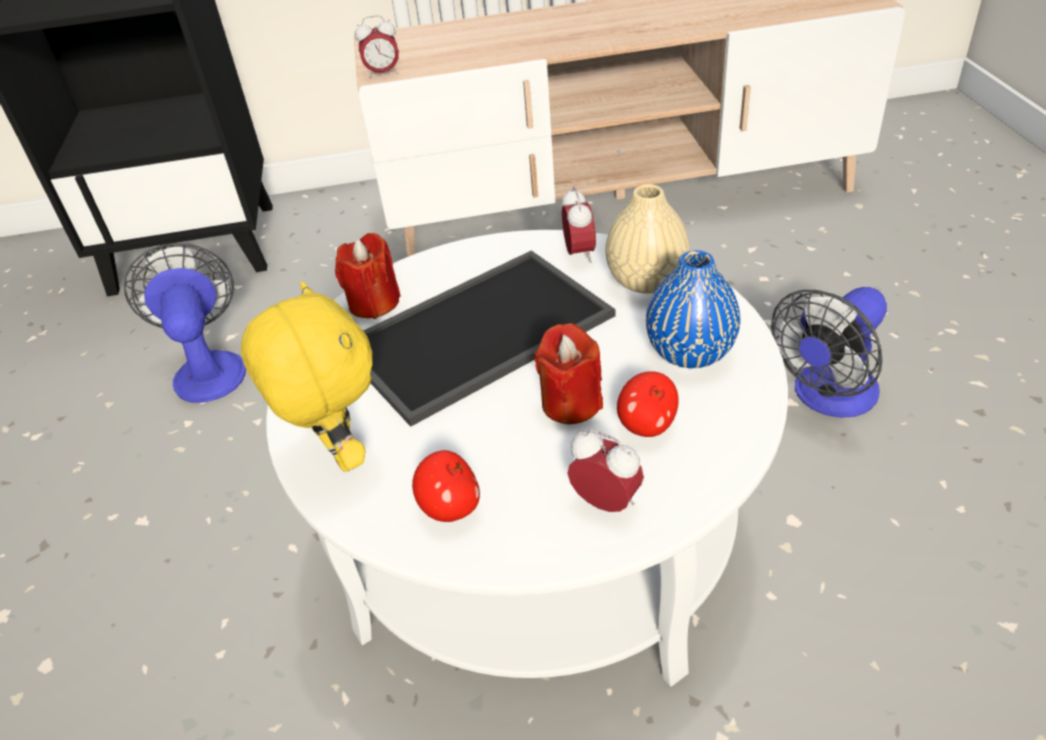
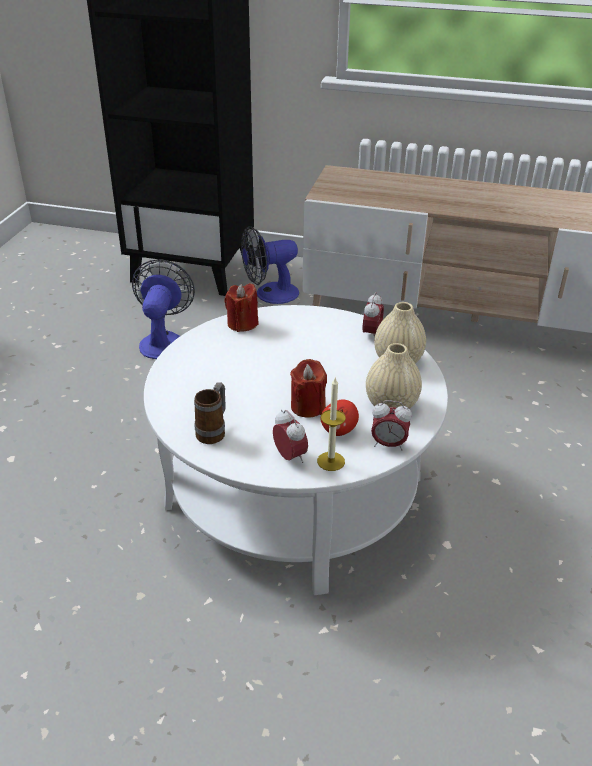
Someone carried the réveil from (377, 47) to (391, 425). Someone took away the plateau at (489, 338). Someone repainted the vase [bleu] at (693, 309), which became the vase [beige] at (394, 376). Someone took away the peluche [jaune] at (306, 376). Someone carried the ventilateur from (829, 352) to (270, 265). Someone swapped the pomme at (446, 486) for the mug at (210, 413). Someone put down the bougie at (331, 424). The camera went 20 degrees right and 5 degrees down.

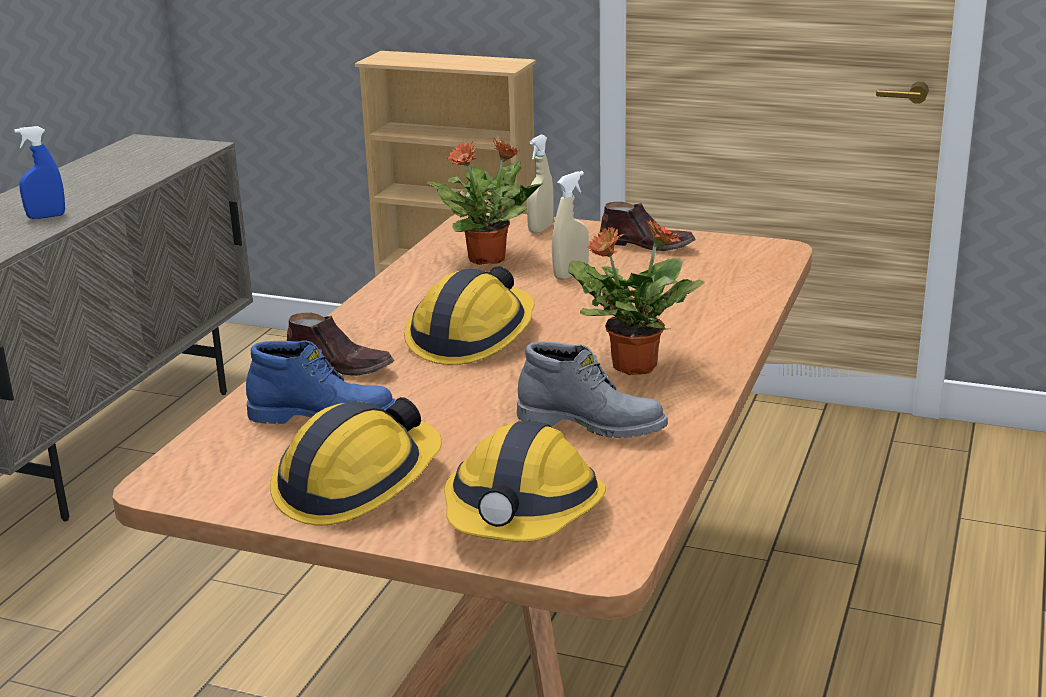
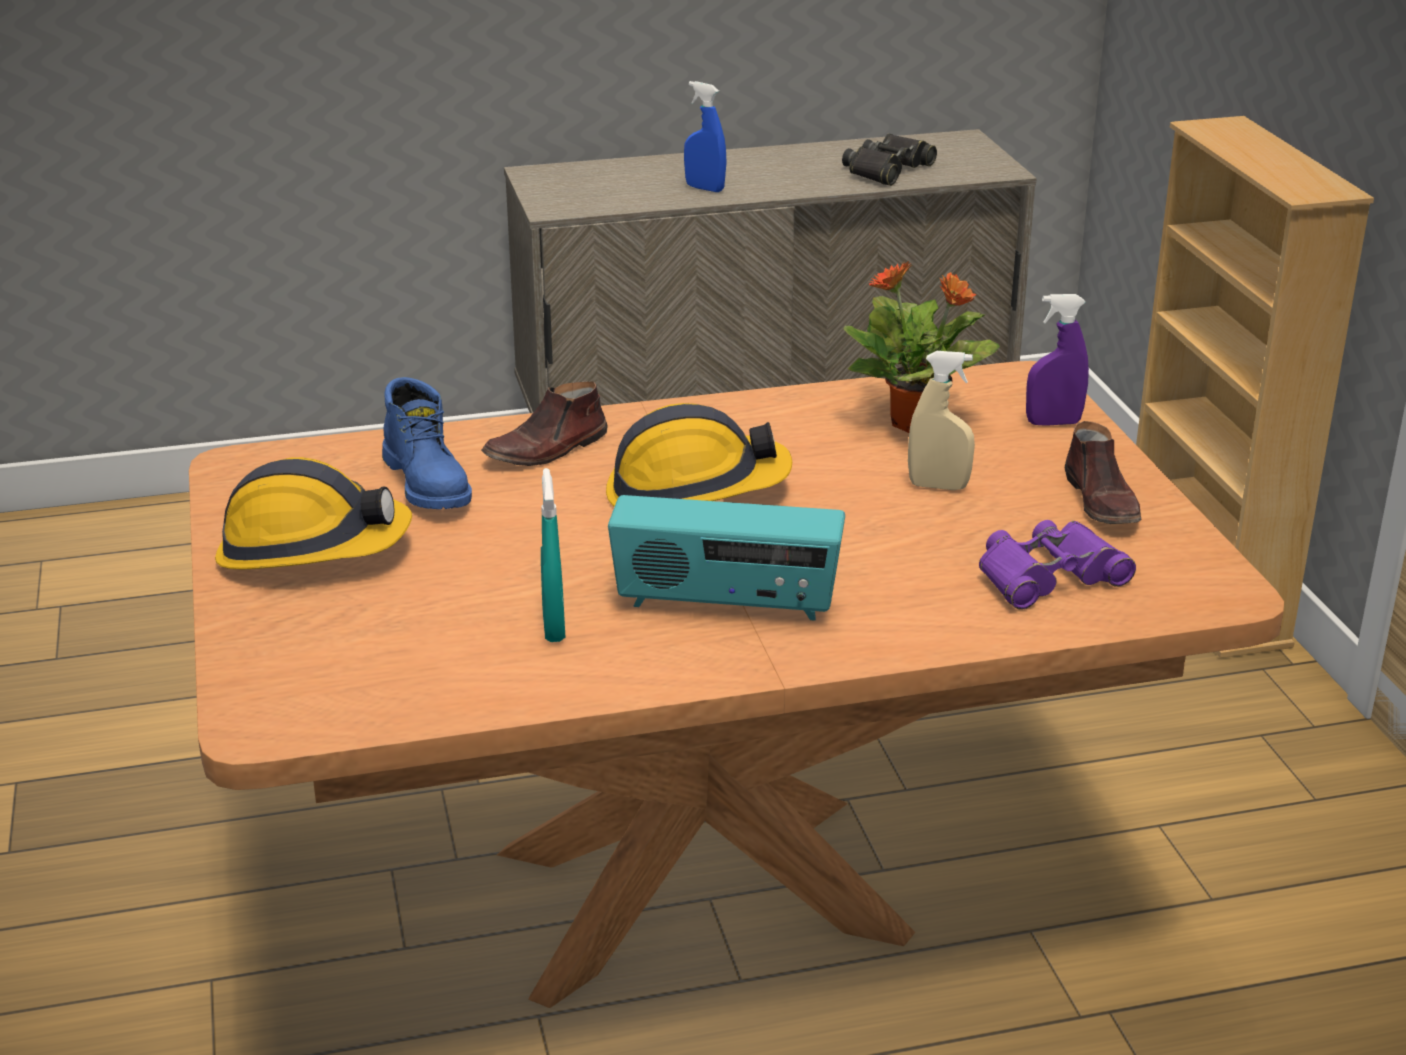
Someone repainted the vaporisateur [beige] at (540, 184), which became the vaporisateur [violet] at (1057, 360). Someone swapped the plante en pot at (636, 296) for the radio at (726, 558). Someone rotated the chaussure [marron] at (340, 344) by 60 degrees clockwise. Someone swapped the botte [gris] at (592, 390) for the vaporisateur [turquoise] at (553, 555). Someone took away the casque de chantier at (525, 481). Someone put down the jumelles [noir] at (889, 159). Someone put down the jumelles [violet] at (1057, 565). The camera went 55 degrees right and 5 degrees up.

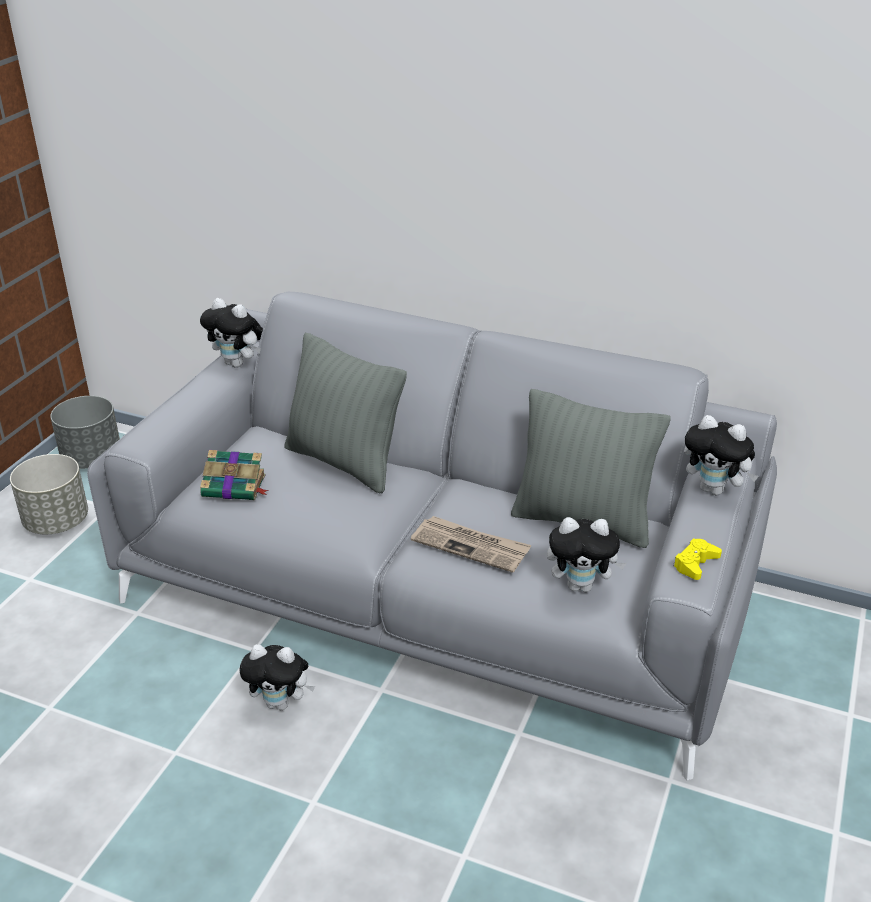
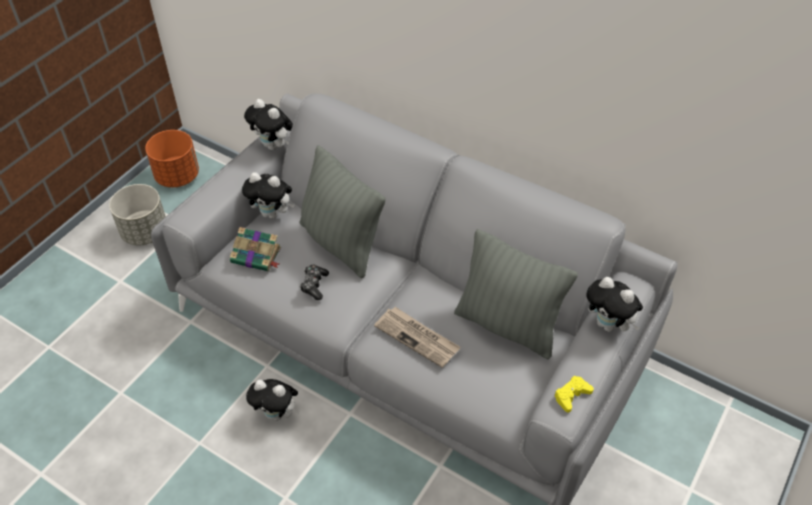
Someone repainted the cache-pot [gris] at (85, 432), which became the cache-pot [orange] at (172, 159). Someone carried the peluche from (587, 554) to (268, 195). Someone put down the manette at (314, 282). The camera went 10 degrees right and 15 degrees up.

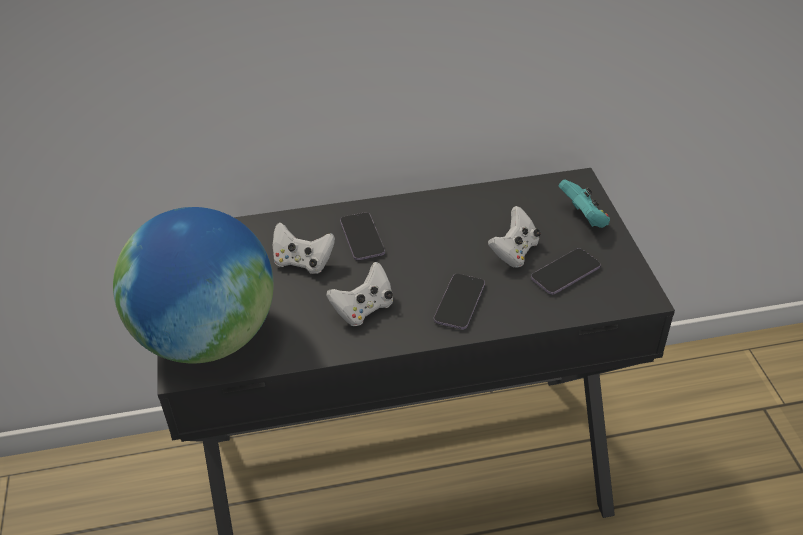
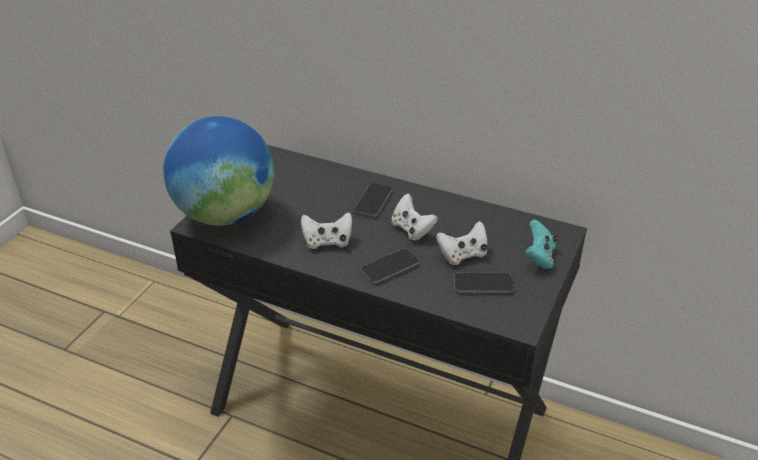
Someone carried the manette [blanc] from (303, 248) to (415, 217). The camera went 35 degrees right and 5 degrees down.

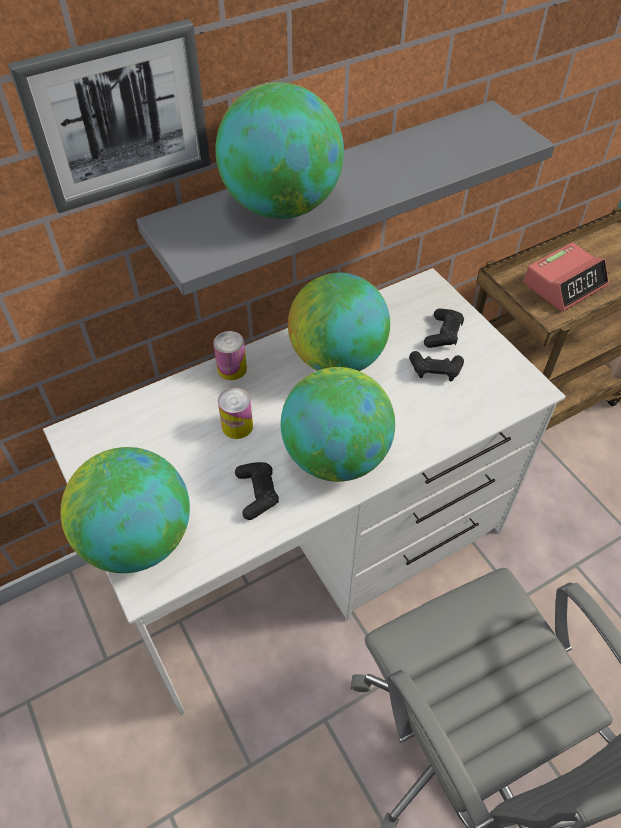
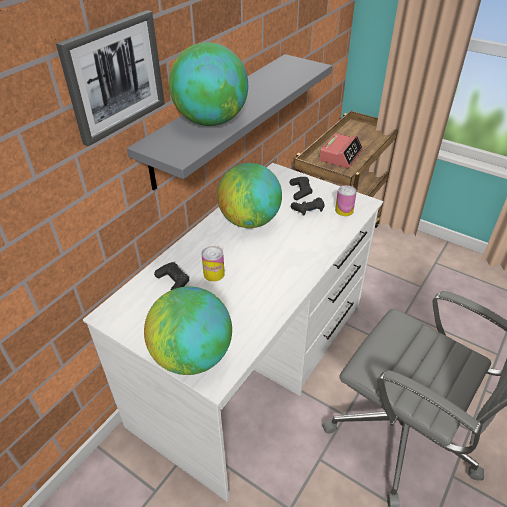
Someone carried the boîte métallique from (230, 355) to (346, 200). Someone took away the globe at (338, 424). Someone carried the manette [noir] from (257, 491) to (171, 276). The camera went 25 degrees left and 10 degrees down.

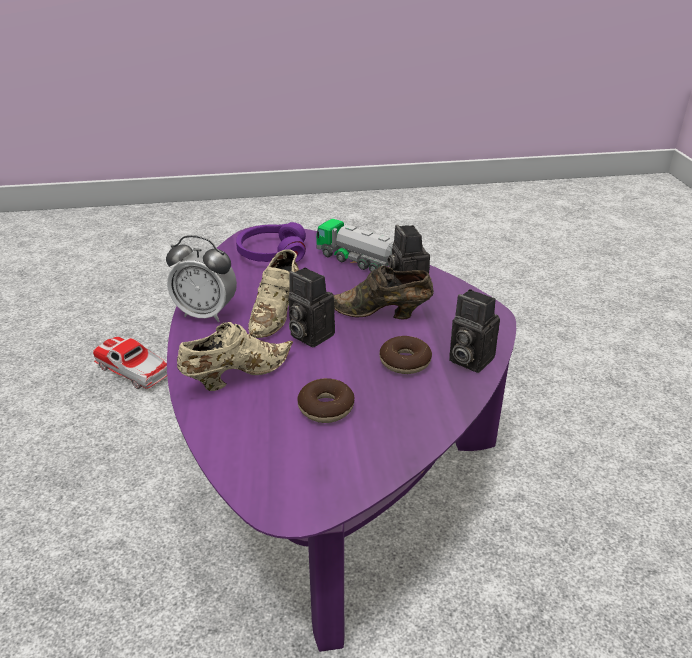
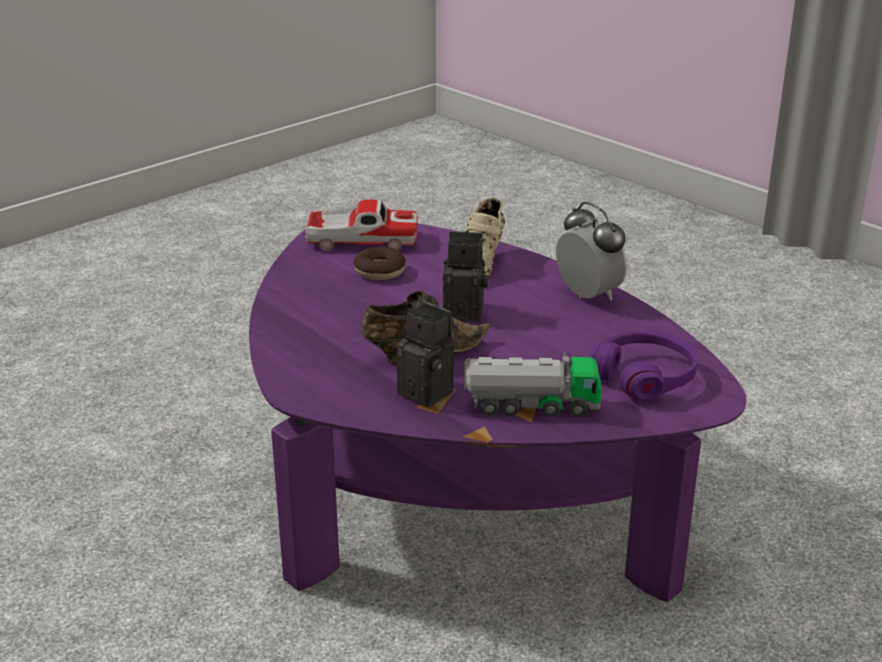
Someone rotated the réveil at (201, 278) by 75 degrees clockwise. Someone took away the chaussure [beige] at (273, 293). Someone took away the appareil photo at (474, 331). Someone took away the beignet at (405, 355). Someone carried the petite voiture from (130, 363) to (361, 225). The camera went 145 degrees right and 5 degrees down.

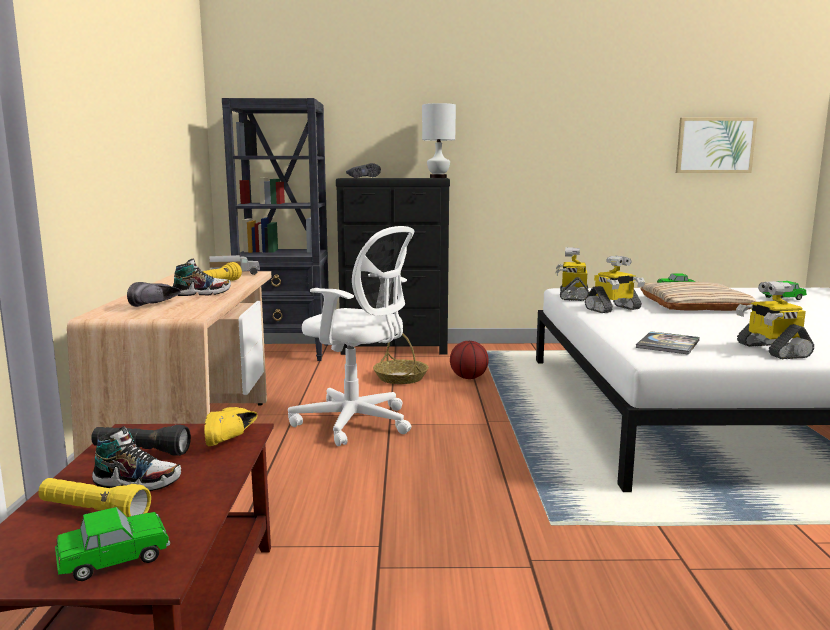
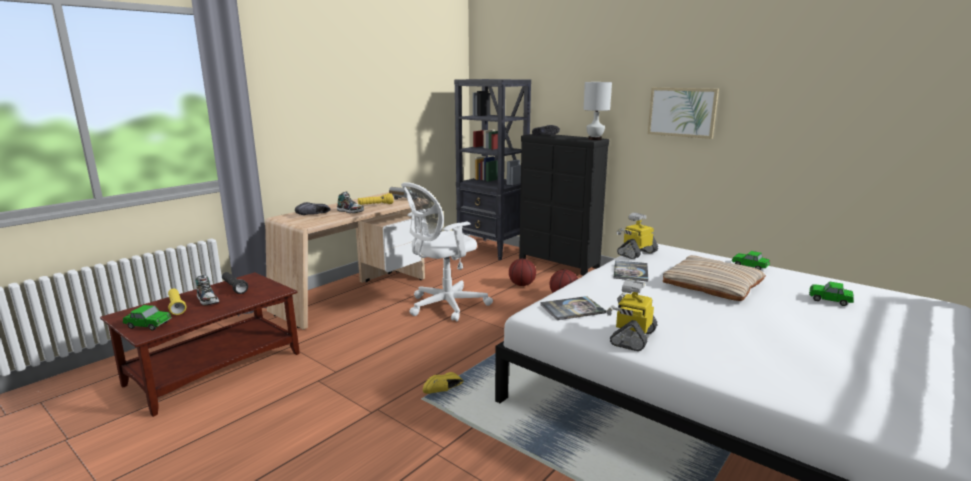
Someone carried the tableau from (716, 145) to (683, 113). Someone rotated the chaise de bureau [blanc] at (351, 336) by 75 degrees clockwise. Someone swapped the robot jouet at (615, 284) for the livre at (631, 271). Someone swapped the panier at (400, 359) for the ballon de basket at (522, 272). Someone carried the chaussure [jaune] from (230, 426) to (443, 383). The camera went 40 degrees right and 5 degrees up.

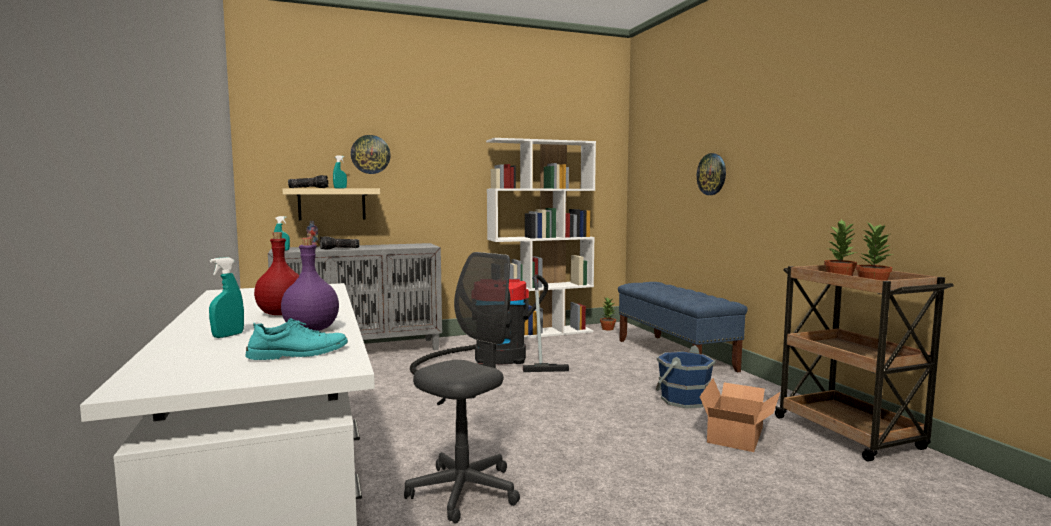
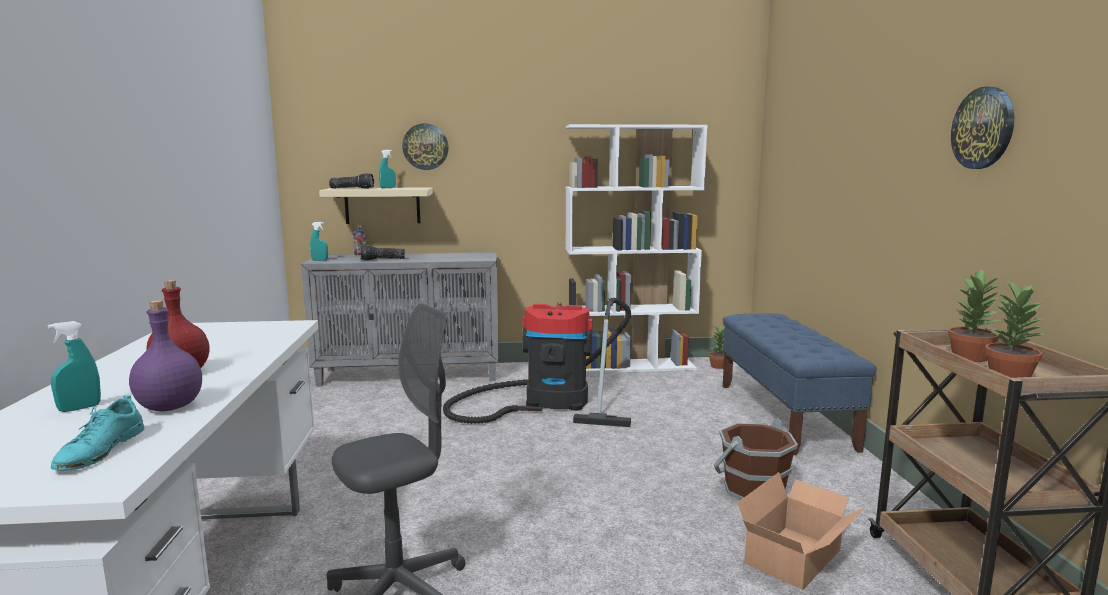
Someone carried the horloge murale from (711, 174) to (982, 128). Someone rotated the chaussure [turquoise] at (296, 339) by 105 degrees clockwise. Someone repainted the seau [bleu] at (685, 377), which became the seau [marron] at (756, 459). The camera went 15 degrees right and 5 degrees up.

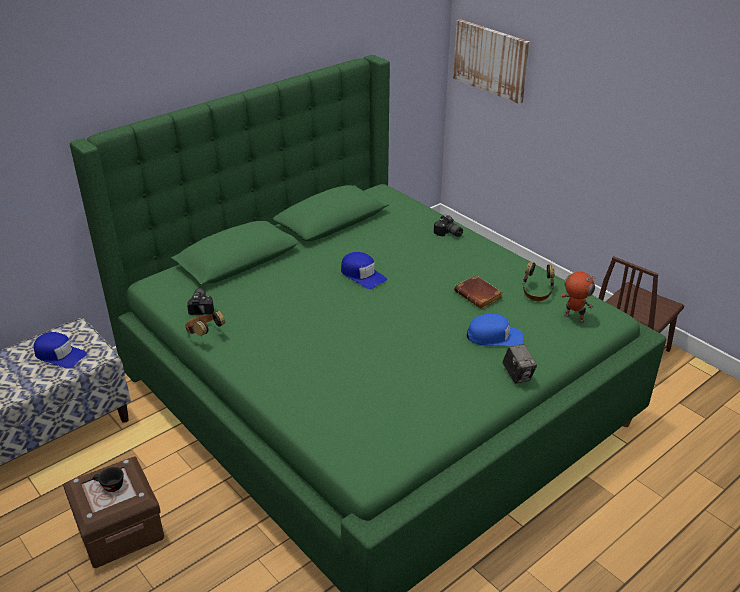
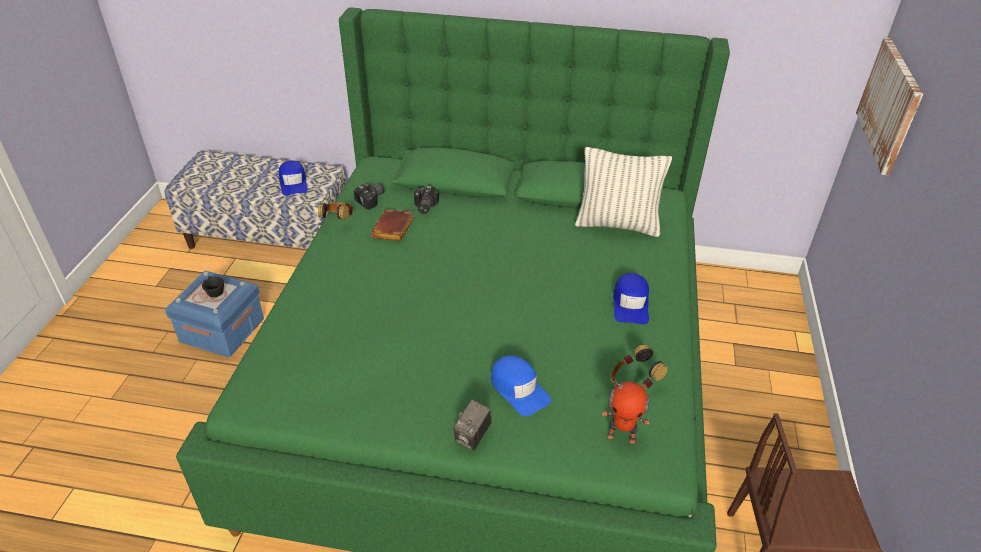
Someone carried the appareil photo from (448, 225) to (426, 199). Someone carried the casquette [bleu] from (364, 270) to (631, 298). Someone rotated the robot jouet at (578, 297) by 105 degrees clockwise. Someone carried the livre [marron] from (478, 292) to (392, 225). Someone repainted the boîte de rangement [marron] at (113, 512), which became the boîte de rangement [bleu] at (214, 314). Someone put down the coussin at (623, 192). The camera went 50 degrees right and 5 degrees up.

